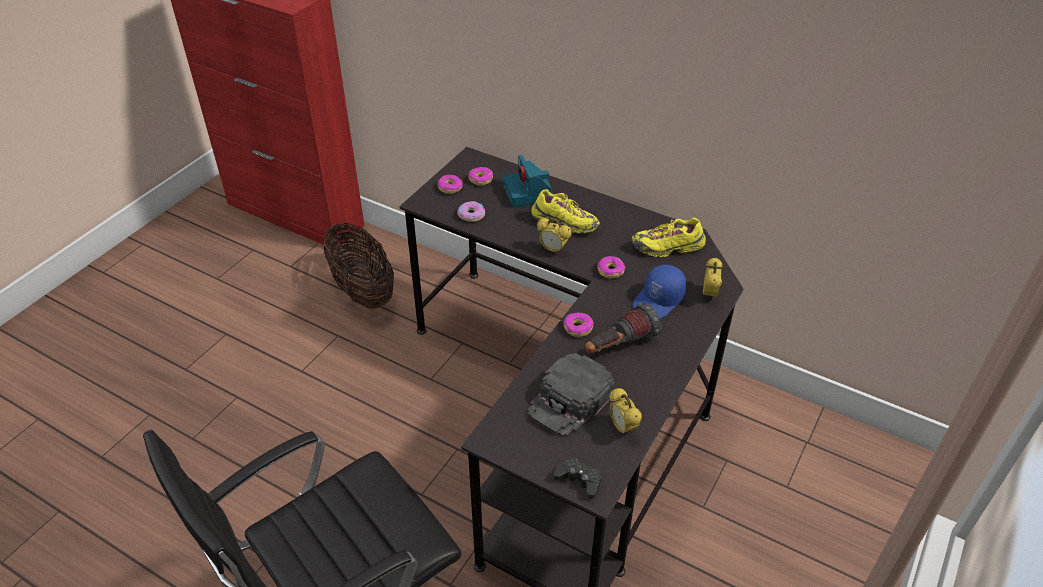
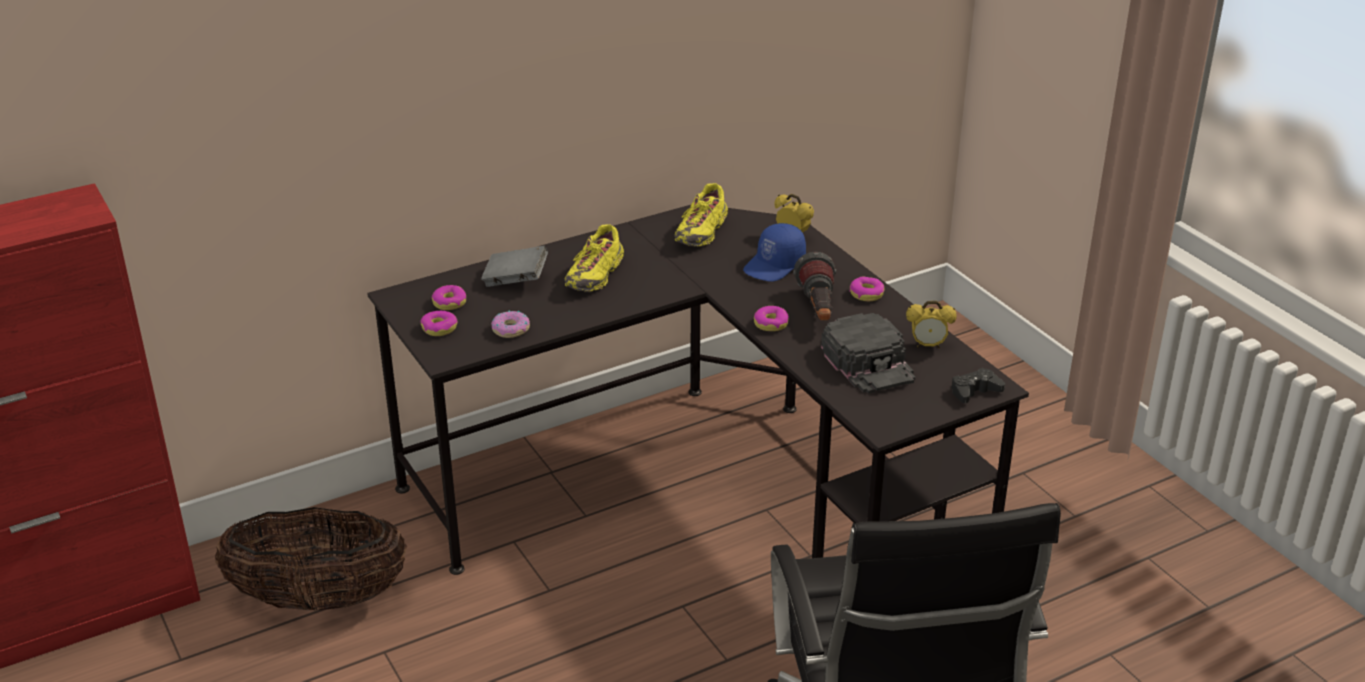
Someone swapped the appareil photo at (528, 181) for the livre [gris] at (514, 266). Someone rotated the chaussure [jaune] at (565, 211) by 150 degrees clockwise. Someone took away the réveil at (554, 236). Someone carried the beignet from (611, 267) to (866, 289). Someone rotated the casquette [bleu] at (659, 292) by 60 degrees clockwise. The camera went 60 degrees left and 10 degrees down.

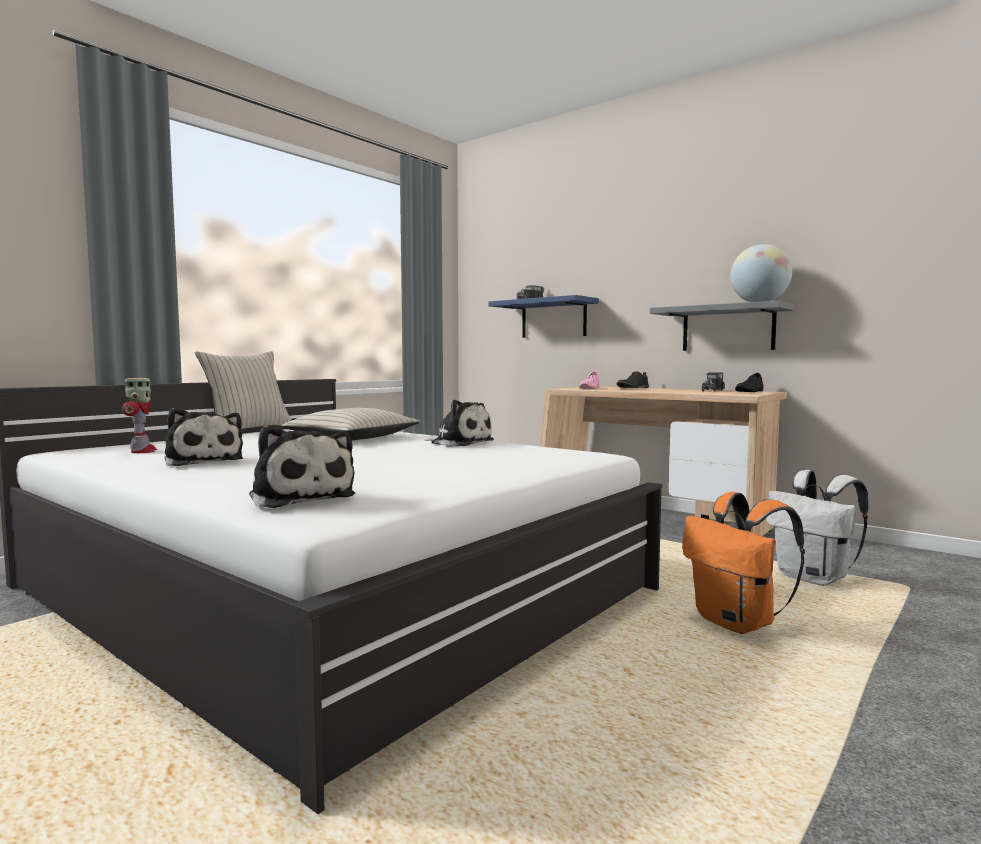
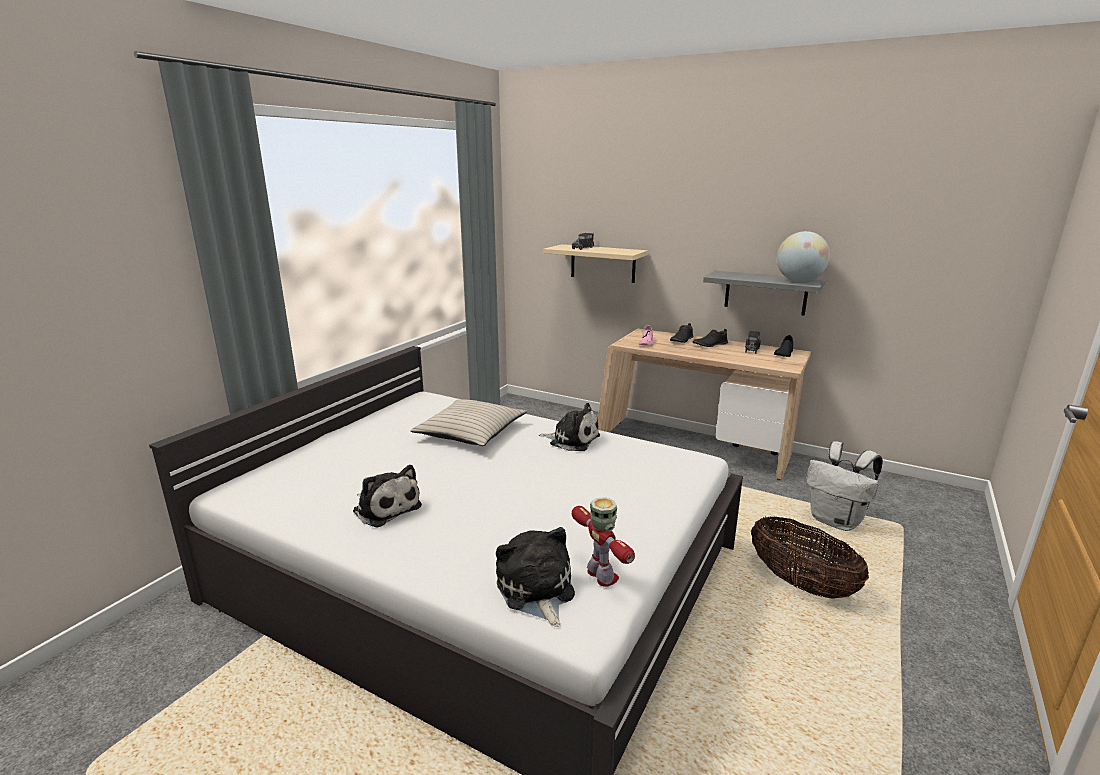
Someone repainted the étagère [bleu] at (543, 316), which became the étagère [beige] at (596, 263). Someone took away the coussin [beige] at (243, 390). Someone carried the robot jouet from (139, 415) to (603, 542). Someone rotated the peluche at (302, 467) by 150 degrees counterclockwise. Someone swapped the sac à dos [orange] at (743, 563) for the panier at (810, 557). Someone put down the chaussure [noir] at (710, 338). The camera went 10 degrees left and 15 degrees up.

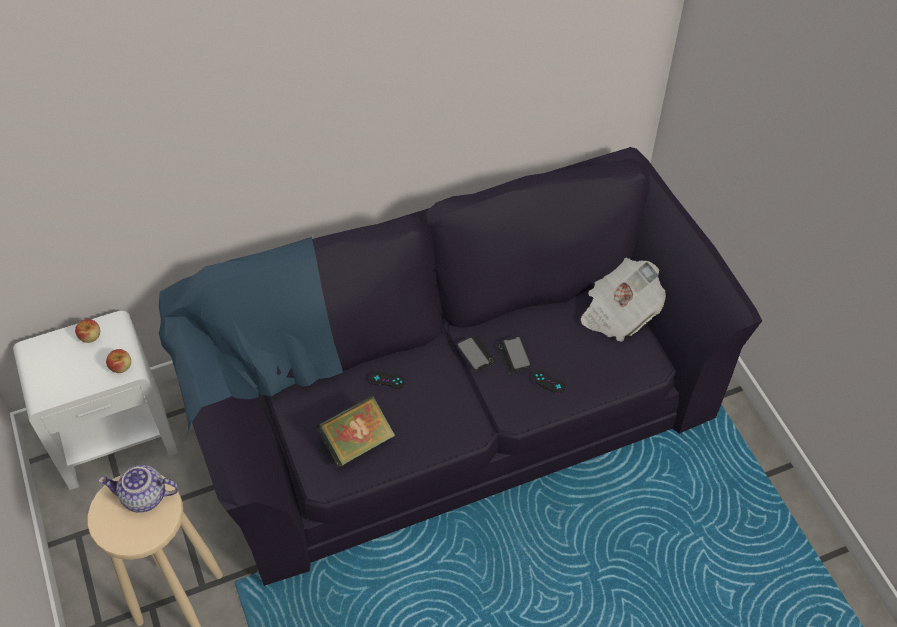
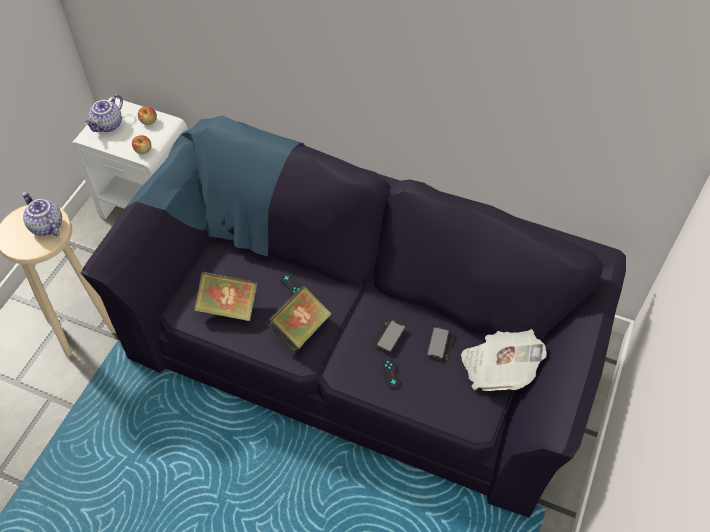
Someone carried the téléphone from (476, 353) to (441, 344). Someone put down the théière at (103, 113). Someone put down the livre at (299, 319). The camera went 45 degrees right and 0 degrees up.

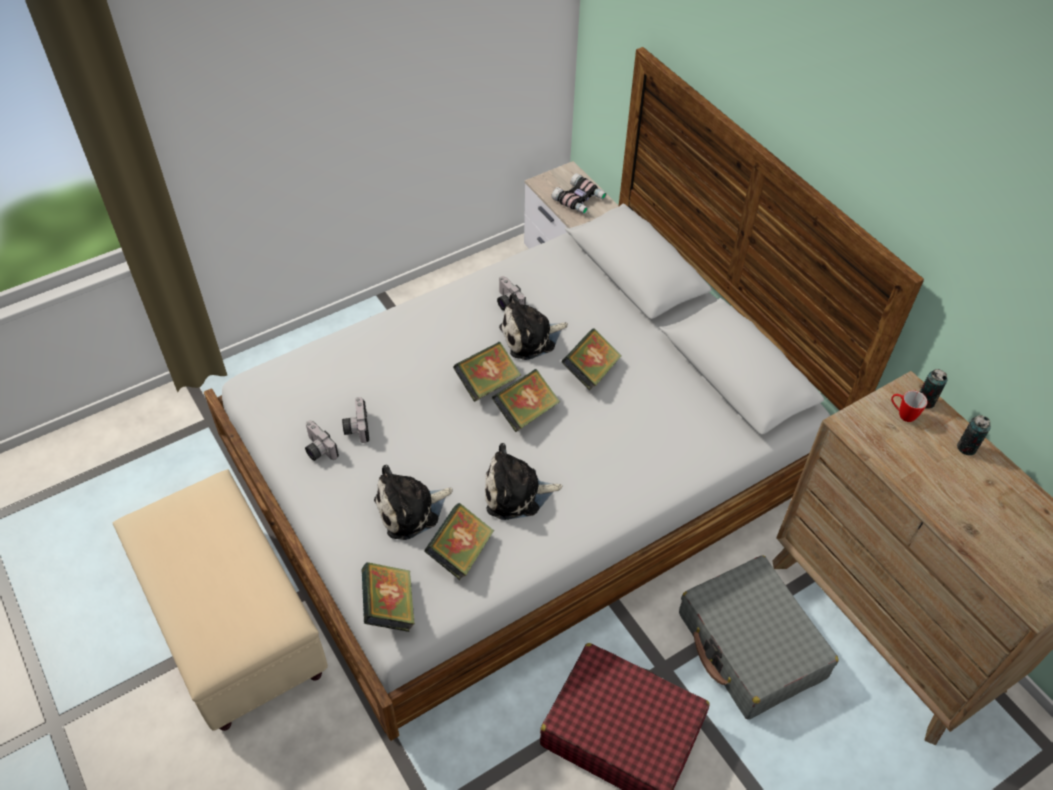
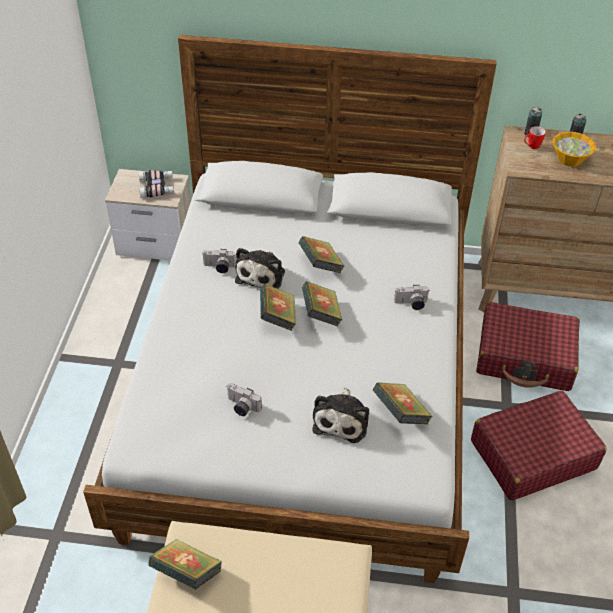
Someone carried the appareil photo from (322, 440) to (412, 297). Someone took away the peluche at (523, 481). Someone repainted the valise [gris] at (759, 638), which became the valise [rouge] at (528, 346). Someone carried the livre from (388, 597) to (185, 564). Someone put down the bol at (574, 149). The camera went 50 degrees left and 5 degrees down.

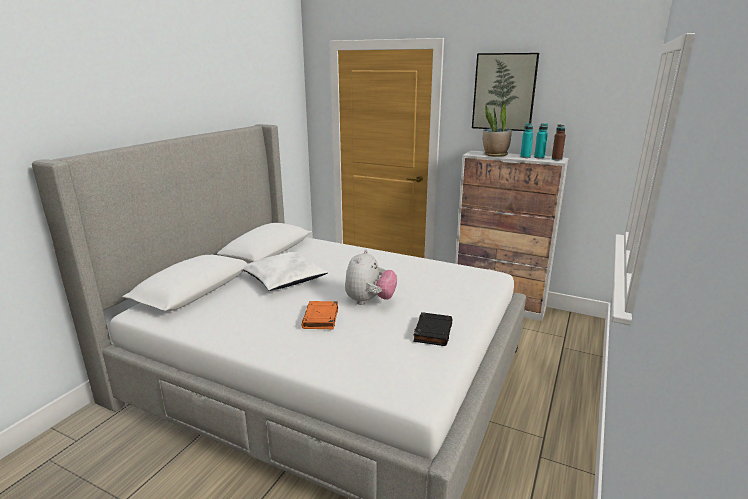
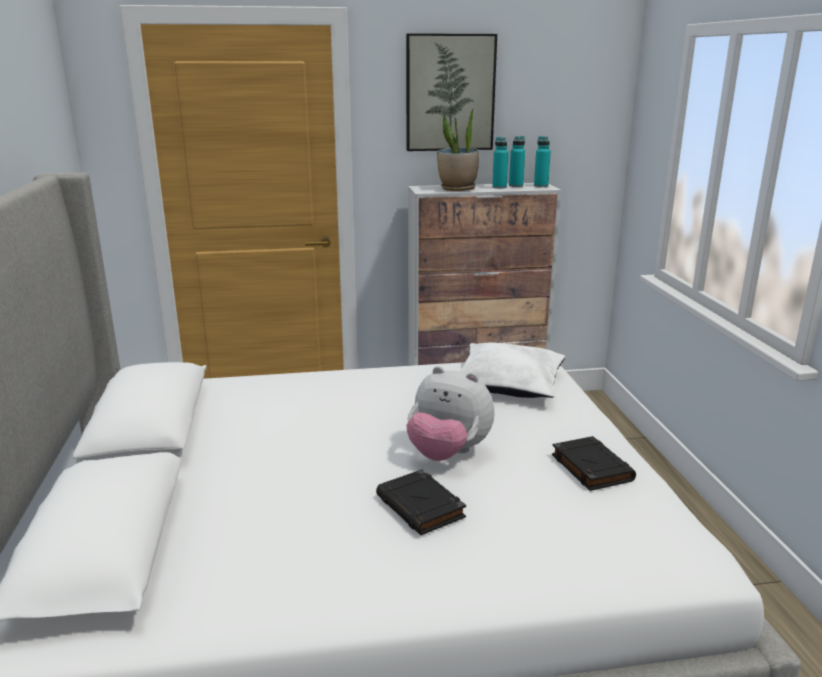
Someone repainted the bouteille [marron] at (559, 142), which became the bouteille [turquoise] at (542, 161). Someone rotated the peluche at (371, 277) by 135 degrees clockwise. Someone carried the coussin [blanc] from (285, 271) to (512, 370). Someone repainted the livre [orange] at (319, 315), which became the livre [noir] at (421, 502). The camera went 35 degrees left and 0 degrees up.

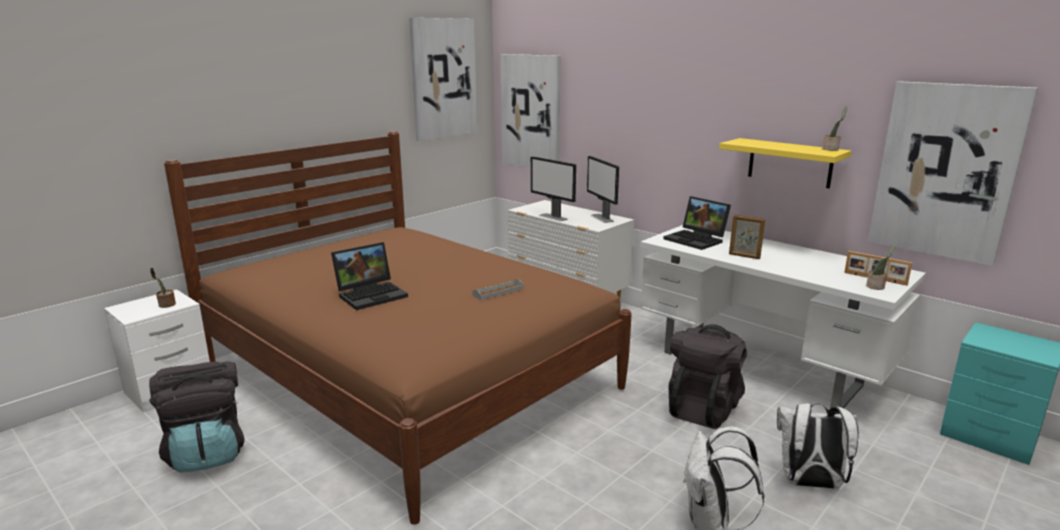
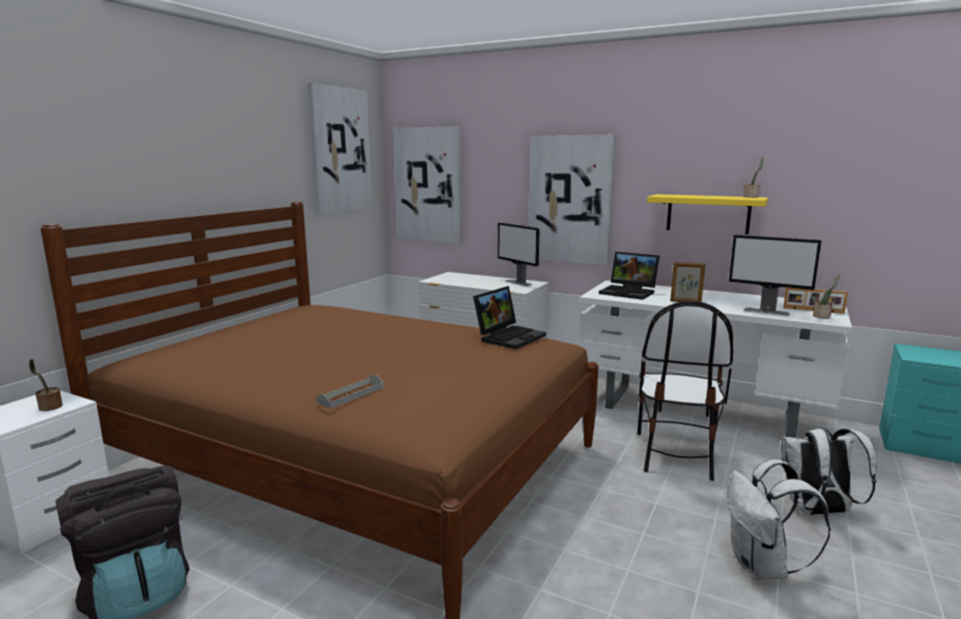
Someone carried the tableau from (953, 173) to (572, 200). Someone carried the écran d'ordinateur from (553, 188) to (775, 275). Someone carried the ordinateur portable from (369, 276) to (509, 317). Someone carried the plateau [gris] from (497, 289) to (349, 392). Someone swapped the sac à dos [noir] at (708, 376) for the chaise at (685, 391). The camera went 15 degrees left and 5 degrees down.

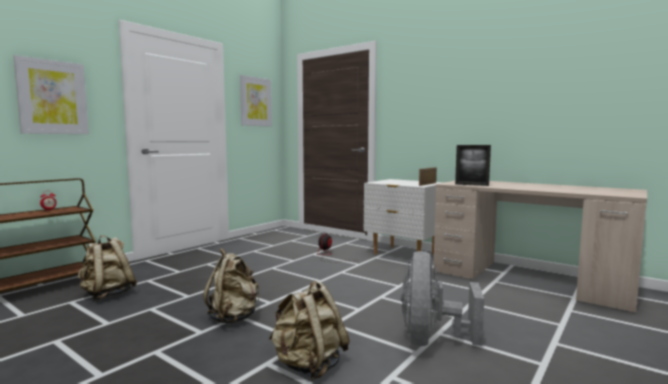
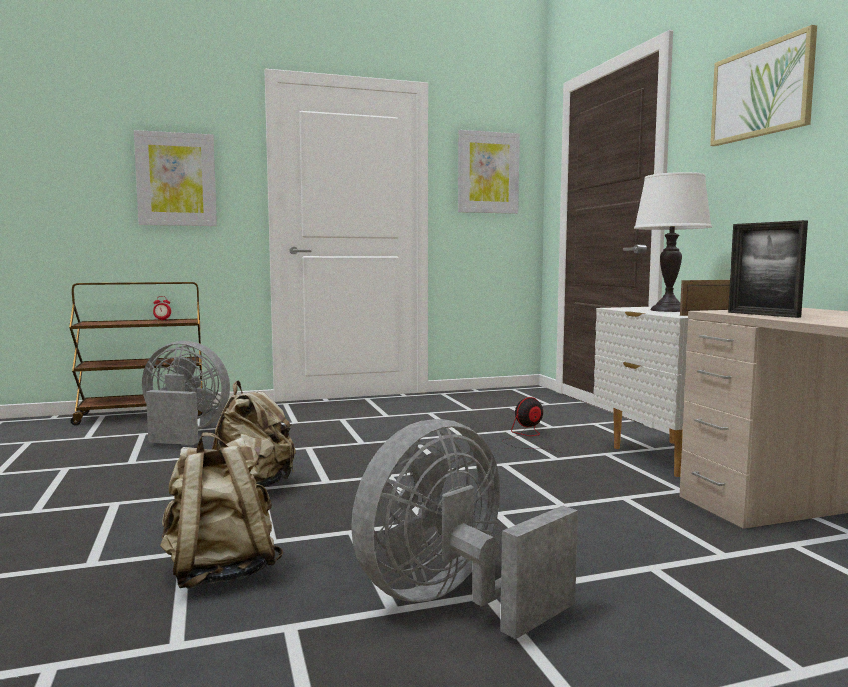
Someone swapped the sac à dos [beige] at (108, 268) for the ventilateur [gris] at (186, 393). Someone put up the tableau at (763, 85). Someone put down the lampe de table [blanc] at (673, 242). The camera went 35 degrees right and 0 degrees up.

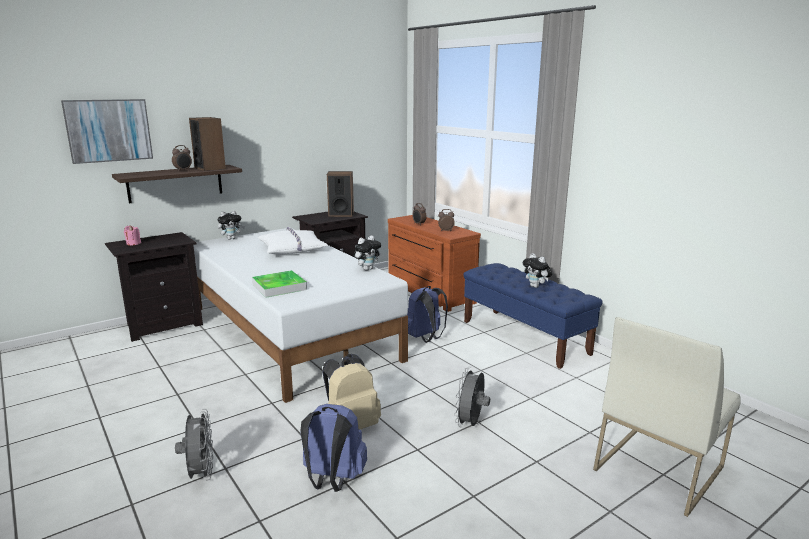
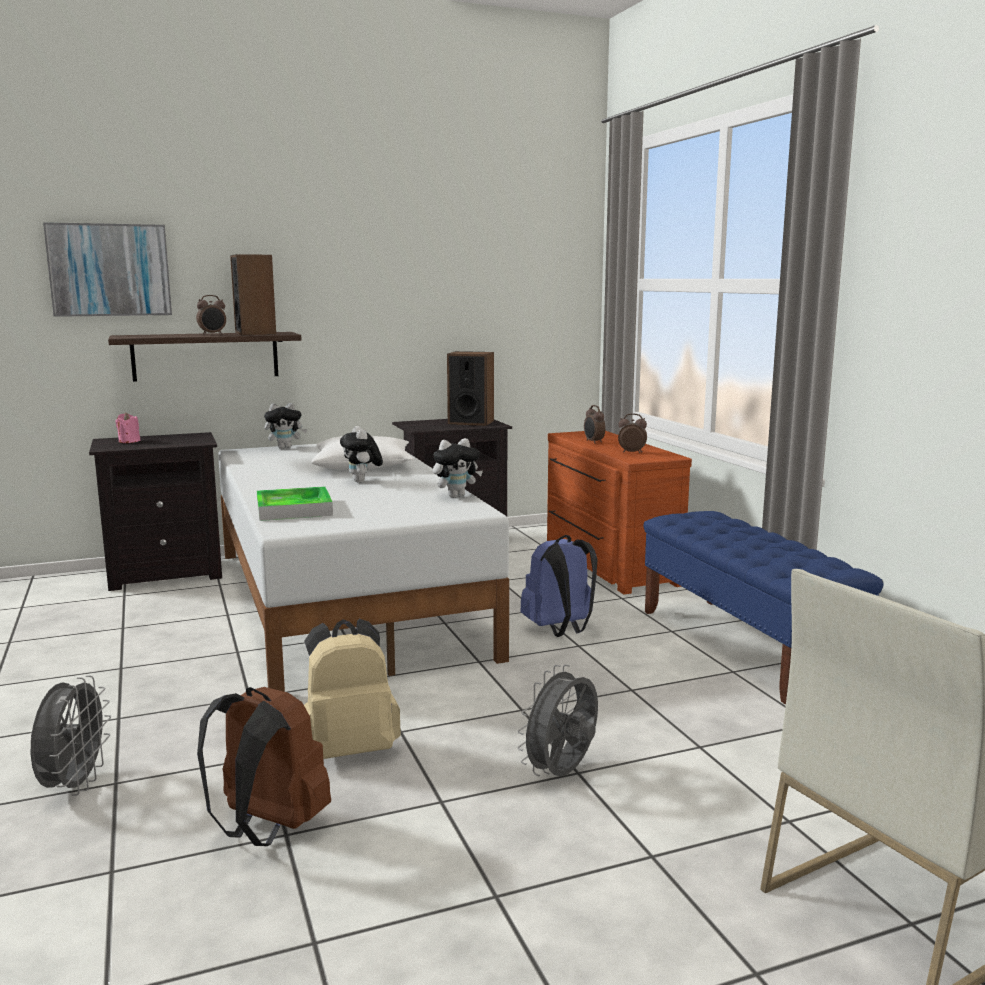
Someone carried the peluche from (537, 270) to (361, 454). Someone repainted the sac à dos [bleu] at (333, 448), which became the sac à dos [marron] at (264, 766). The camera went 15 degrees right and 5 degrees down.

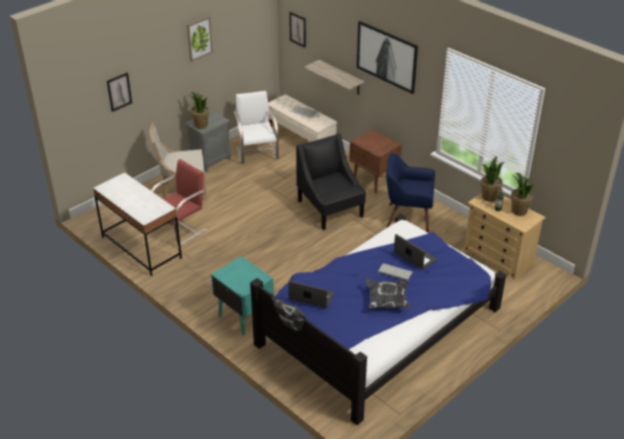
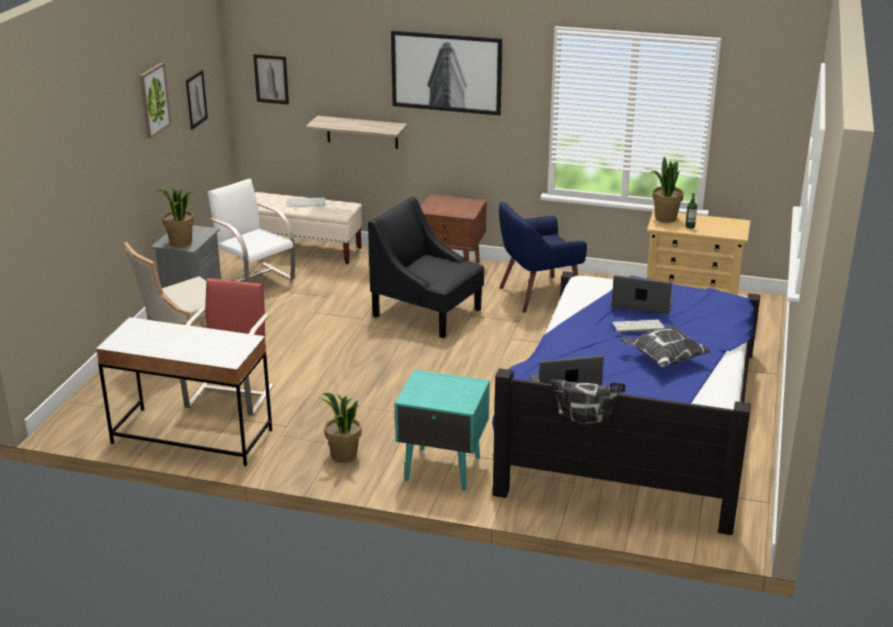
Someone carried the tableau from (119, 92) to (197, 100). Someone carried the plante en pot from (523, 194) to (340, 428). The camera went 30 degrees left and 10 degrees down.

